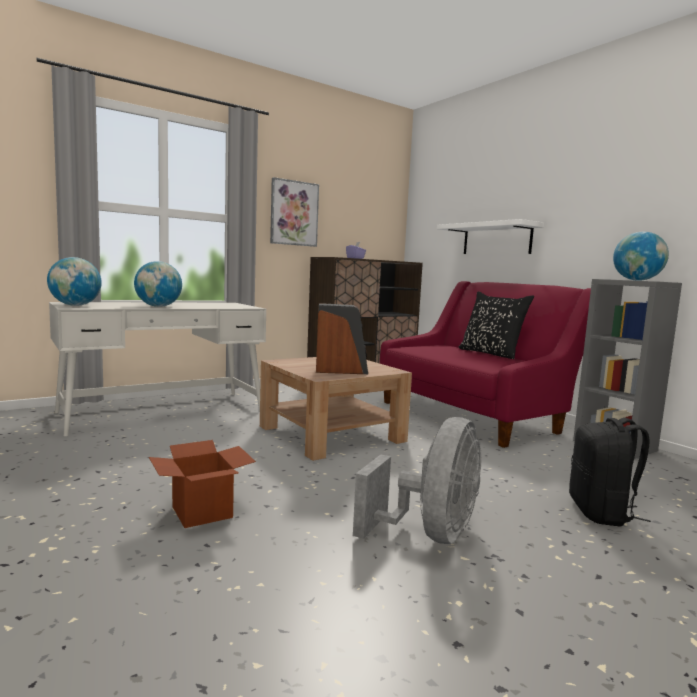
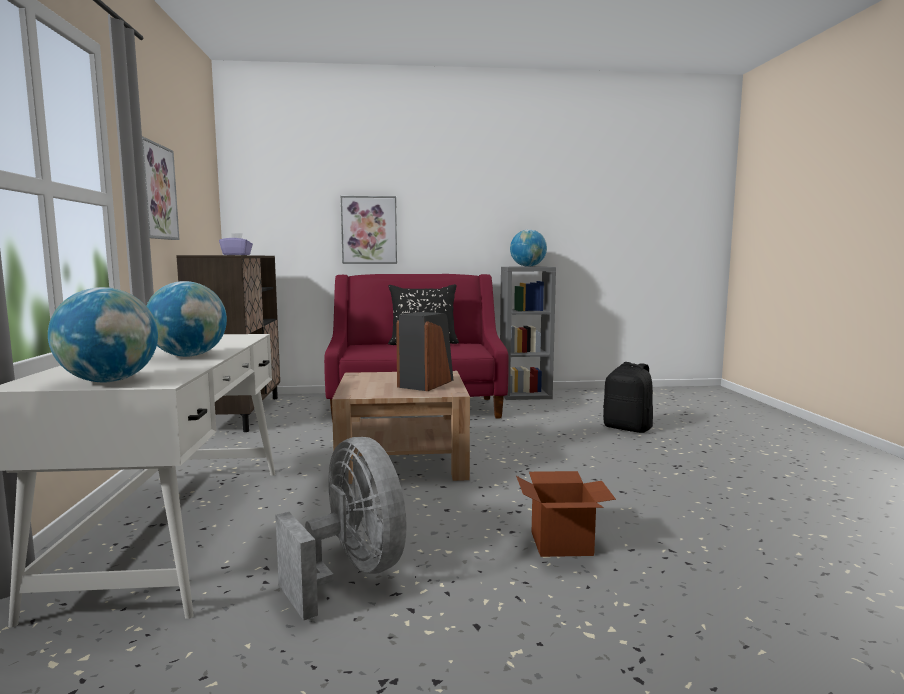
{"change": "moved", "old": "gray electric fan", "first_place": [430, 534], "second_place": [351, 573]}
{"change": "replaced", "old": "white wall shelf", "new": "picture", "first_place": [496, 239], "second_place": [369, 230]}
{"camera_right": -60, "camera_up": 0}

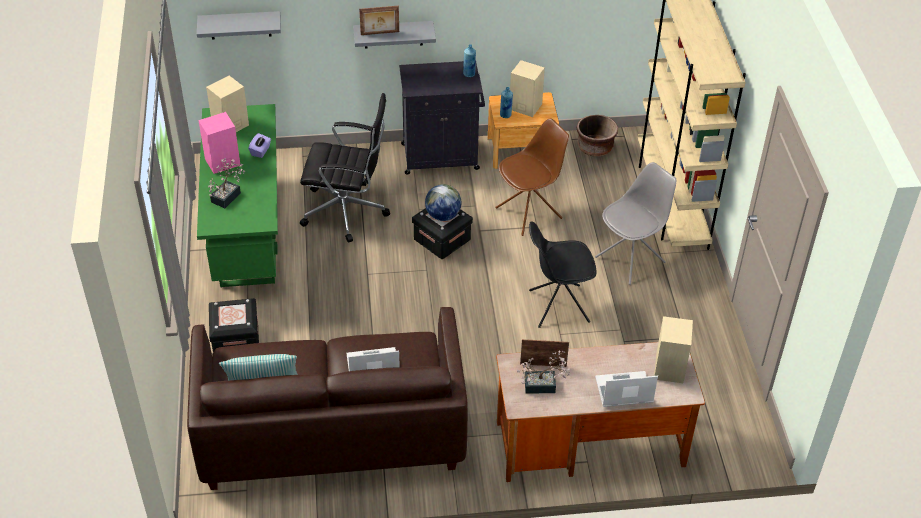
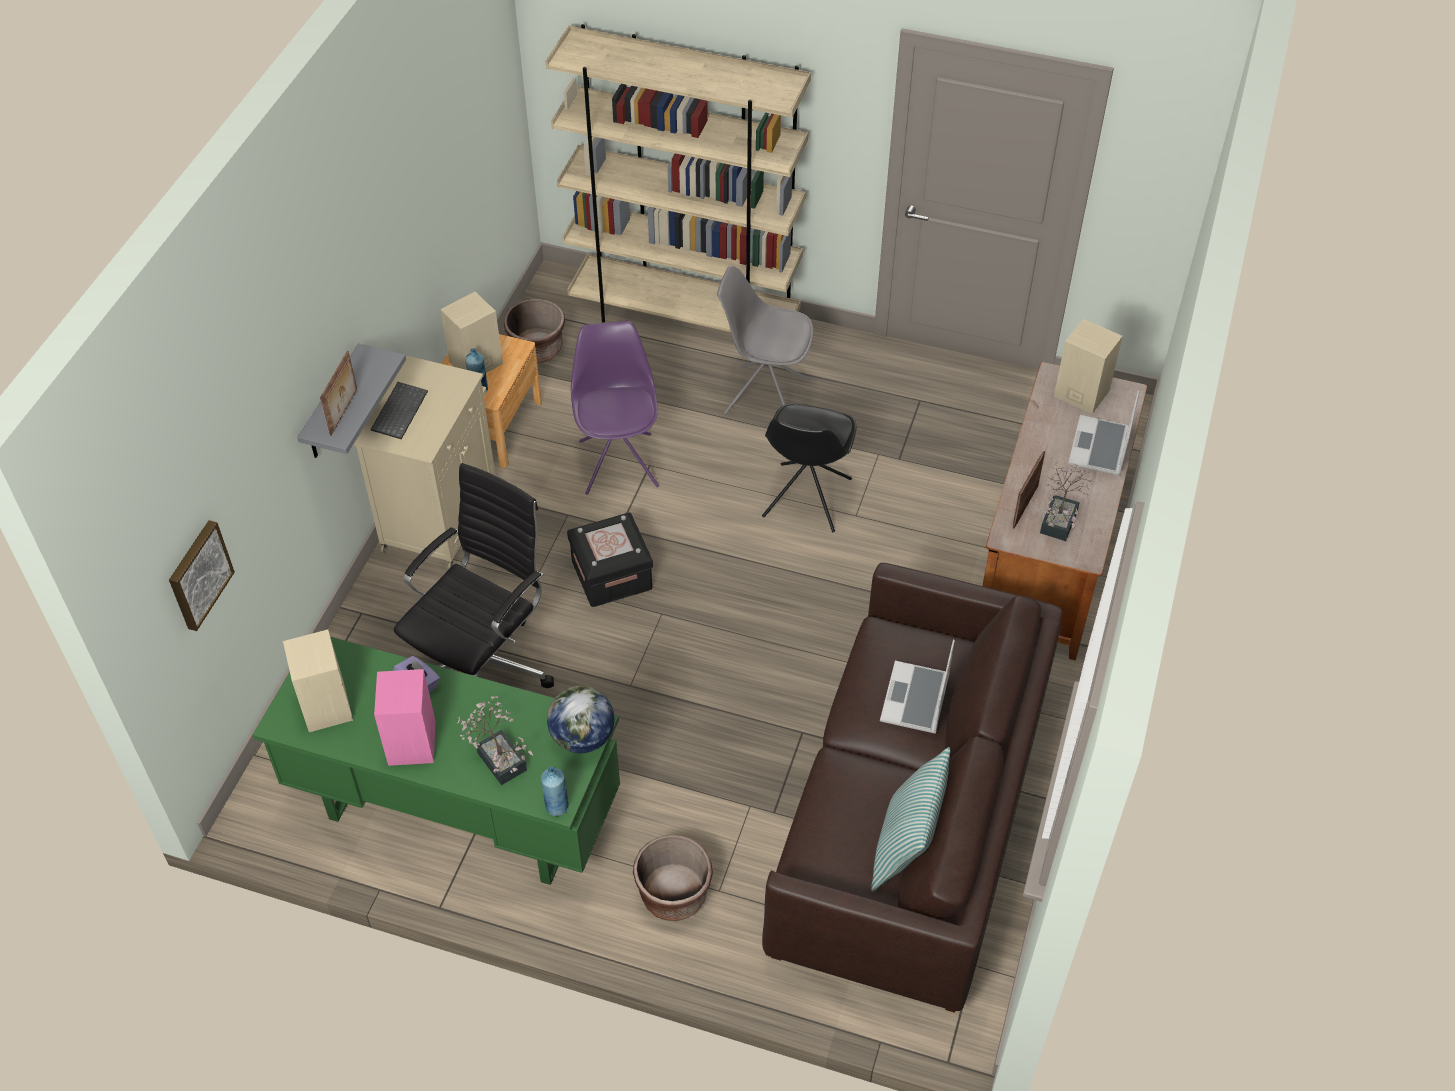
{"change": "added", "new": "computer keyboard", "second_place": [399, 411]}
{"change": "moved", "old": "world globe", "first_place": [443, 215], "second_place": [582, 738]}
{"change": "moved", "old": "bluish bottle", "first_place": [469, 74], "second_place": [557, 806]}
{"change": "replaced", "old": "gray wall shelf", "new": "picture", "first_place": [240, 25], "second_place": [198, 574]}
{"change": "replaced", "old": "black-coloured storage box", "new": "brown-coloured flower pot", "first_place": [236, 339], "second_place": [673, 894]}
{"change": "recoloured", "old": "black-coloured cabinet", "new": "sand-coloured cabinet", "first_place": [442, 156], "second_place": [441, 516]}
{"change": "recoloured", "old": "brown-coloured upright chair", "new": "purple upright chair", "first_place": [530, 213], "second_place": [618, 462]}
{"change": "turned", "old": "gray upright chair", "first_place": [631, 259], "second_place": [764, 396], "degrees": -60}
{"camera_right": -65, "camera_up": 5}

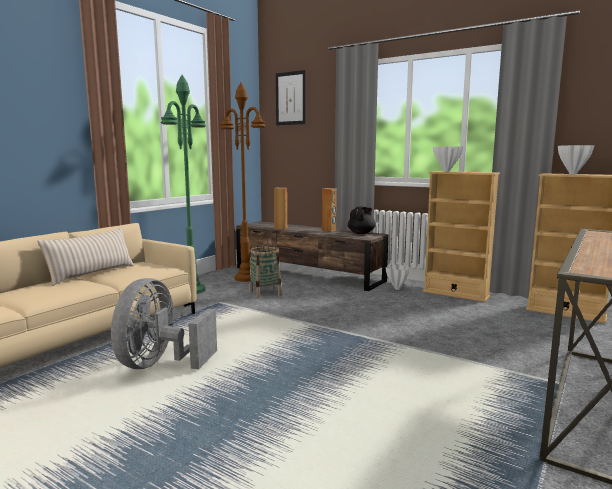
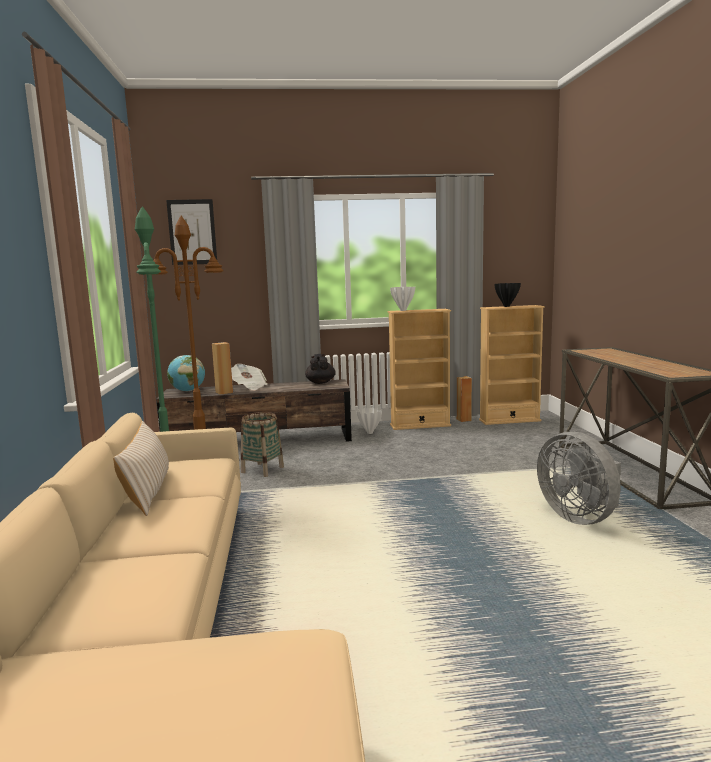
{"change": "added", "new": "world globe", "second_place": [187, 391]}
{"change": "added", "new": "daily paper", "second_place": [249, 387]}
{"change": "moved", "old": "gray electric fan", "first_place": [160, 364], "second_place": [580, 517]}
{"change": "moved", "old": "brown-coloured speaker", "first_place": [329, 230], "second_place": [464, 420]}
{"change": "recoloured", "old": "white flower vase", "new": "black-coloured flower vase", "first_place": [572, 174], "second_place": [506, 306]}
{"camera_right": -40, "camera_up": 0}

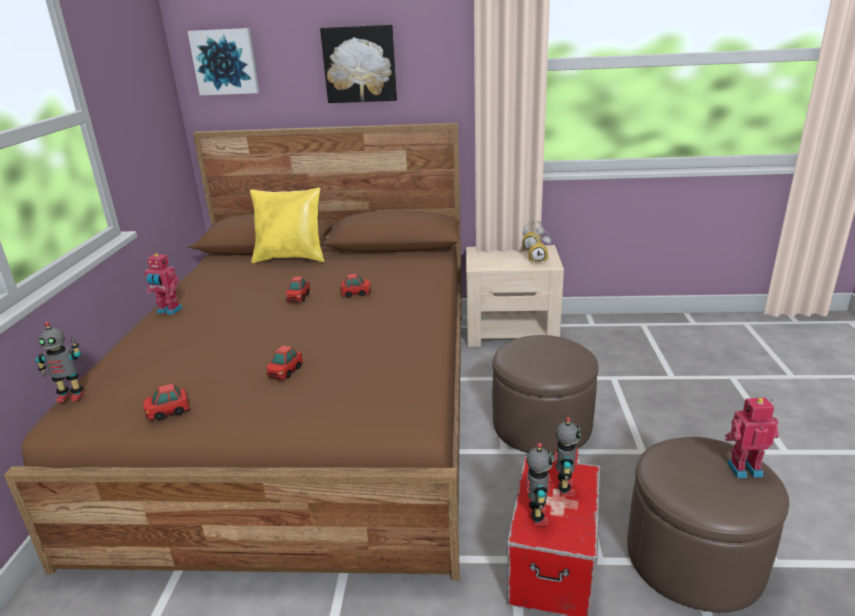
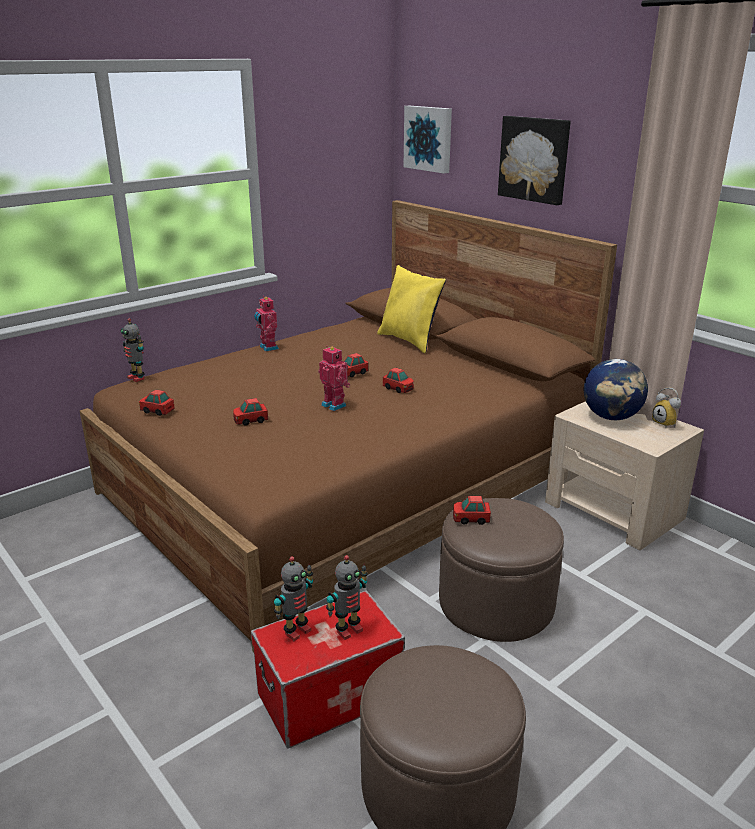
{"change": "removed", "old": "alarm clock", "first_place": [538, 261]}
{"change": "added", "new": "miniature car", "second_place": [470, 519]}
{"change": "added", "new": "world globe", "second_place": [611, 417]}
{"change": "moved", "old": "model robot", "first_place": [743, 468], "second_place": [335, 405]}
{"camera_right": 45, "camera_up": 0}

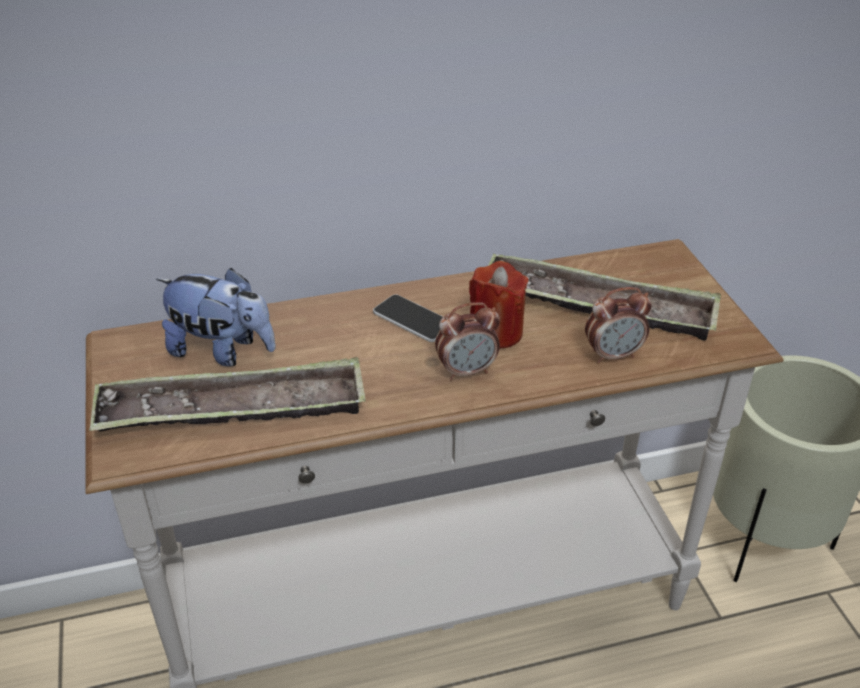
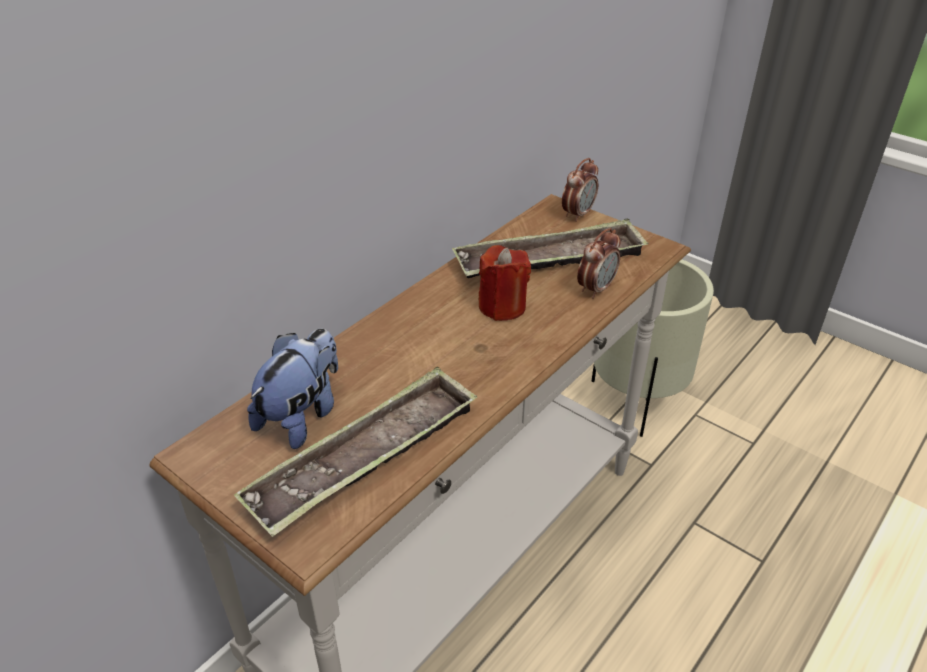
{"change": "removed", "old": "telephone", "first_place": [413, 319]}
{"change": "moved", "old": "alarm clock", "first_place": [467, 371], "second_place": [578, 214]}
{"change": "turned", "old": "plush toy", "first_place": [222, 351], "second_place": [302, 415], "degrees": -45}
{"camera_right": -35, "camera_up": 0}

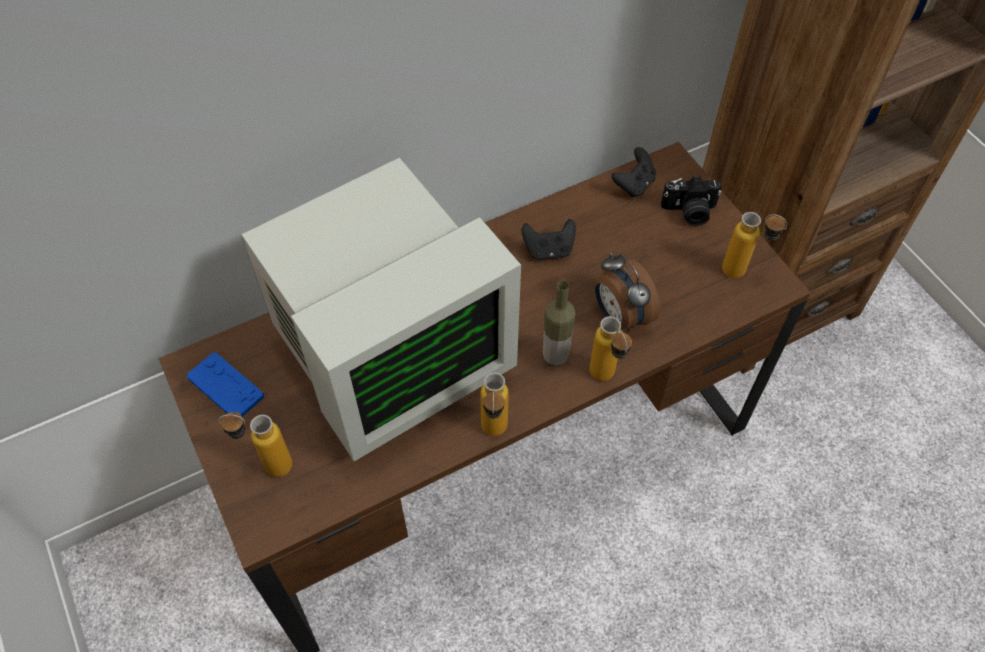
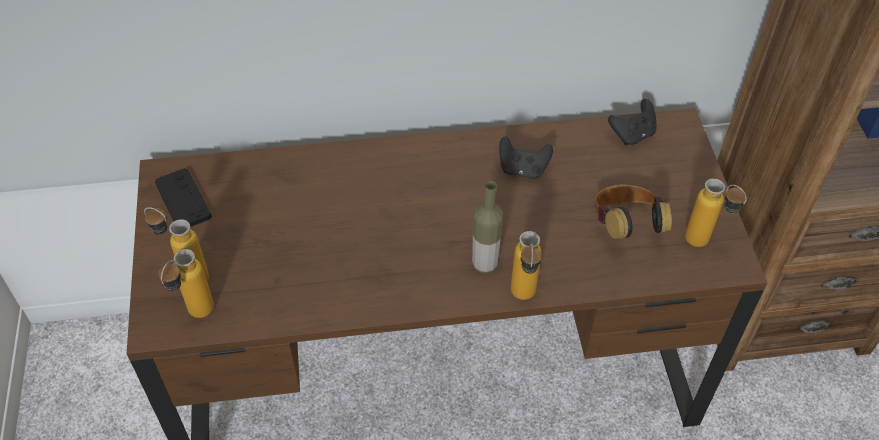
{"change": "removed", "old": "monitor", "first_place": [389, 358]}
{"change": "removed", "old": "alarm clock", "first_place": [620, 316]}
{"change": "removed", "old": "photo camera", "first_place": [689, 212]}
{"change": "added", "new": "pair of headphones", "second_place": [625, 226]}
{"change": "moved", "old": "bottle", "first_place": [494, 435], "second_place": [195, 316]}
{"change": "recoloured", "old": "bluish joypad", "new": "black-coloured joypad", "first_place": [225, 387], "second_place": [183, 200]}
{"camera_right": 20, "camera_up": -5}

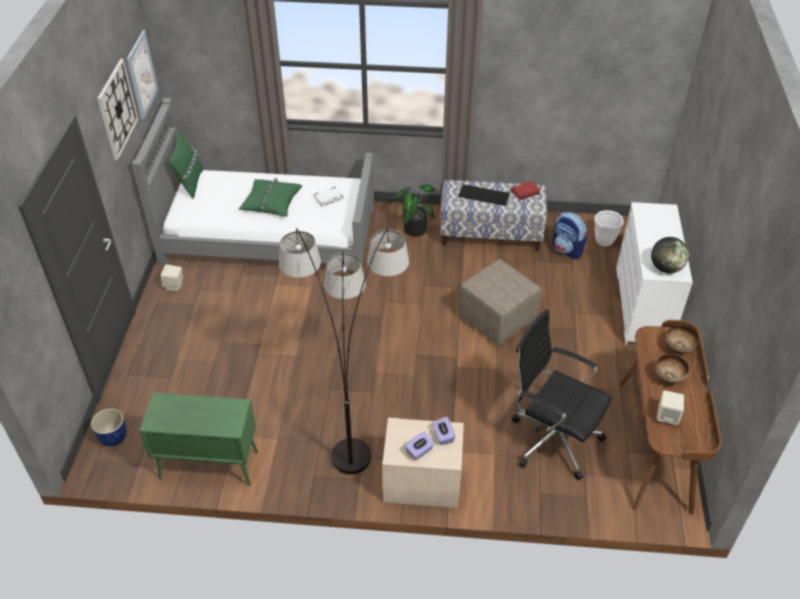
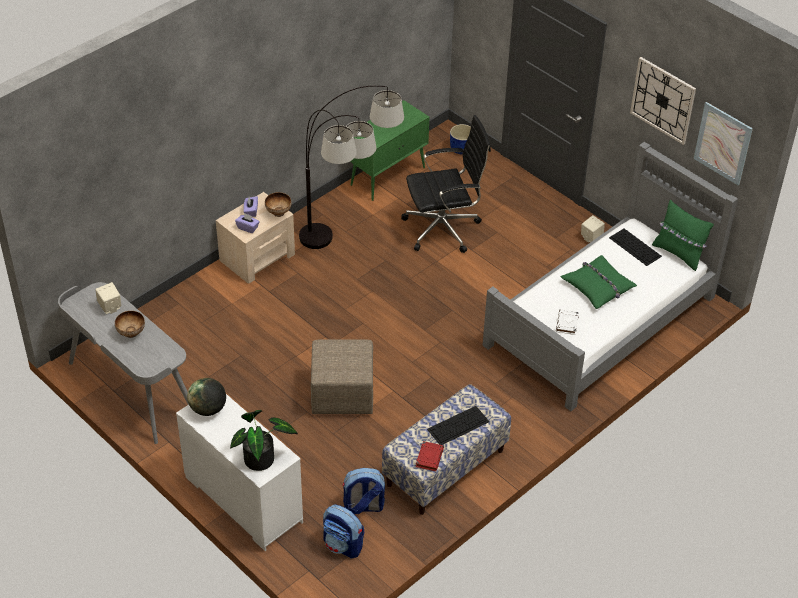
{"change": "added", "new": "computer keyboard", "second_place": [635, 247]}
{"change": "moved", "old": "potted plant", "first_place": [414, 227], "second_place": [262, 460]}
{"change": "moved", "old": "black-coloured office chair", "first_place": [552, 439], "second_place": [444, 228]}
{"change": "moved", "old": "bowl", "first_place": [678, 349], "second_place": [278, 212]}
{"change": "replaced", "old": "white flower pot", "new": "knapsack", "first_place": [604, 241], "second_place": [343, 545]}
{"change": "recoloured", "old": "brown-coloured desk table", "new": "gray desk table", "first_place": [655, 444], "second_place": [131, 389]}
{"camera_right": 130, "camera_up": 0}

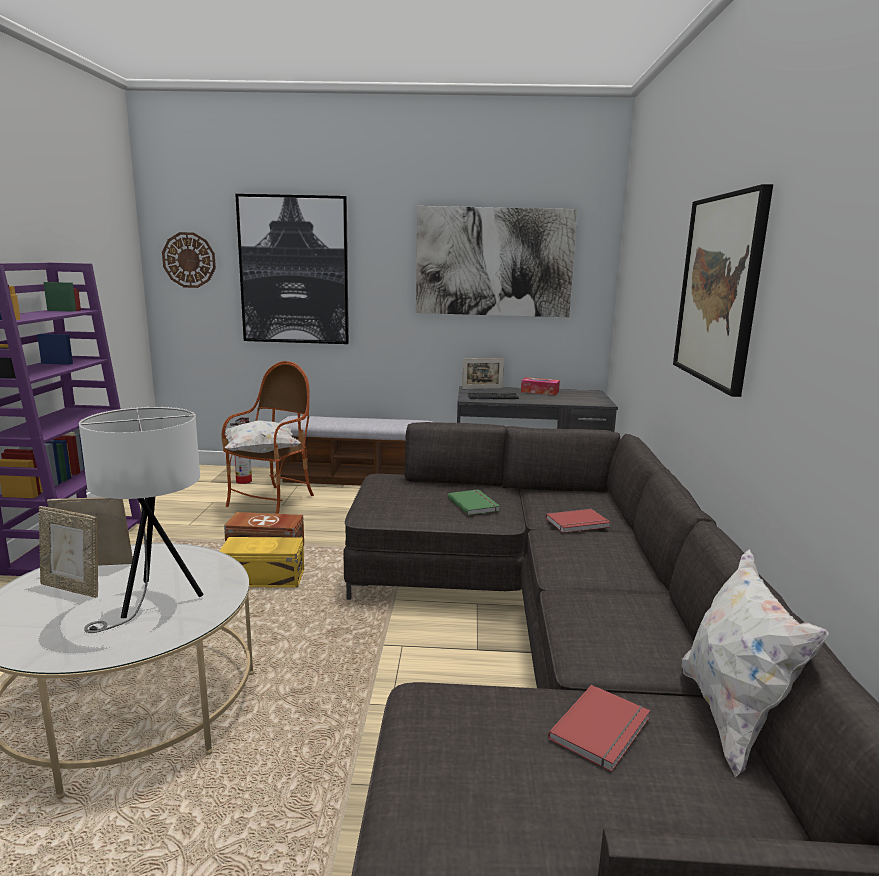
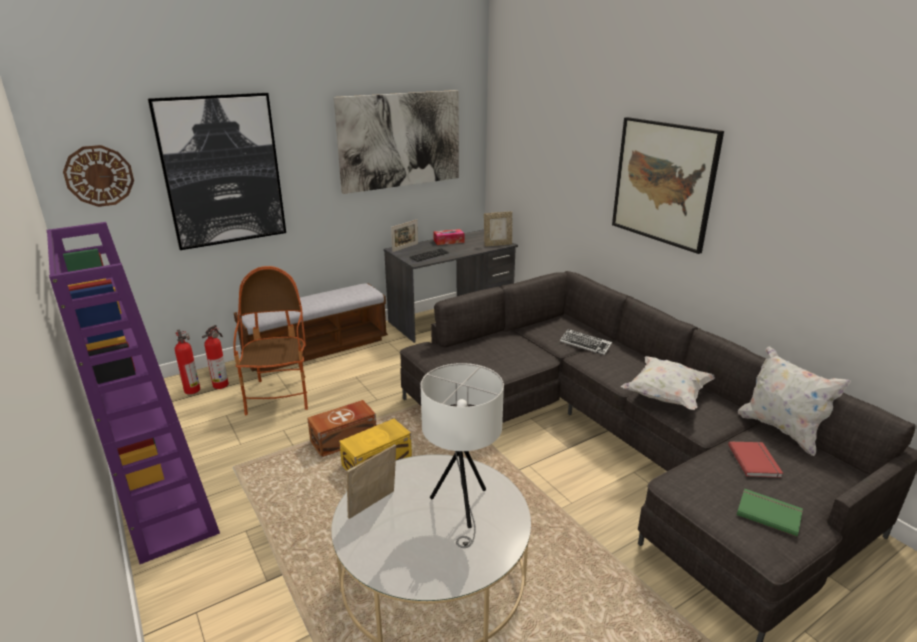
{"change": "added", "new": "fire-fighting cylinder", "second_place": [192, 389]}
{"change": "moved", "old": "standing frame", "first_place": [73, 588], "second_place": [497, 244]}
{"change": "moved", "old": "white cushion", "first_place": [260, 452], "second_place": [666, 396]}
{"change": "moved", "old": "green bound book", "first_place": [474, 504], "second_place": [768, 512]}
{"change": "replaced", "old": "reddish bound book", "new": "computer keyboard", "first_place": [578, 523], "second_place": [585, 345]}
{"camera_right": -35, "camera_up": 10}

